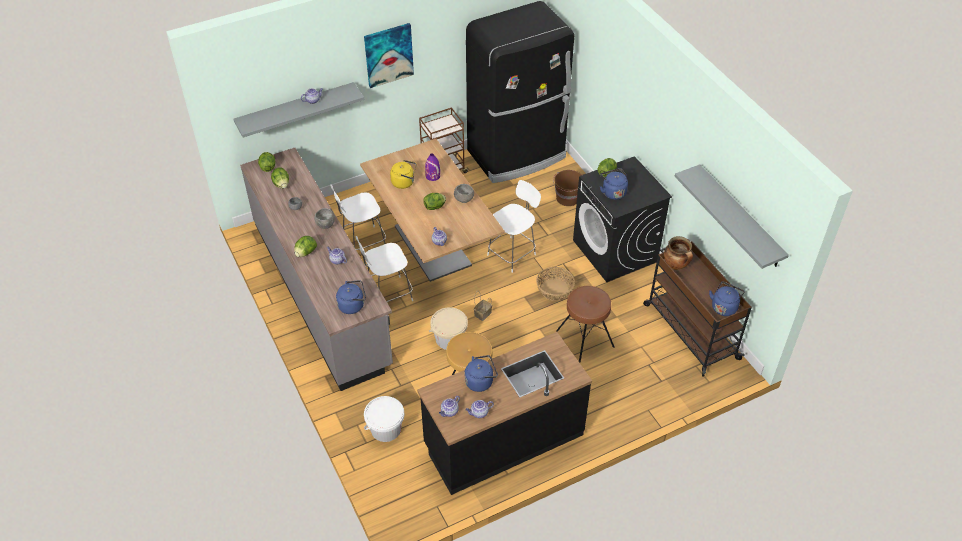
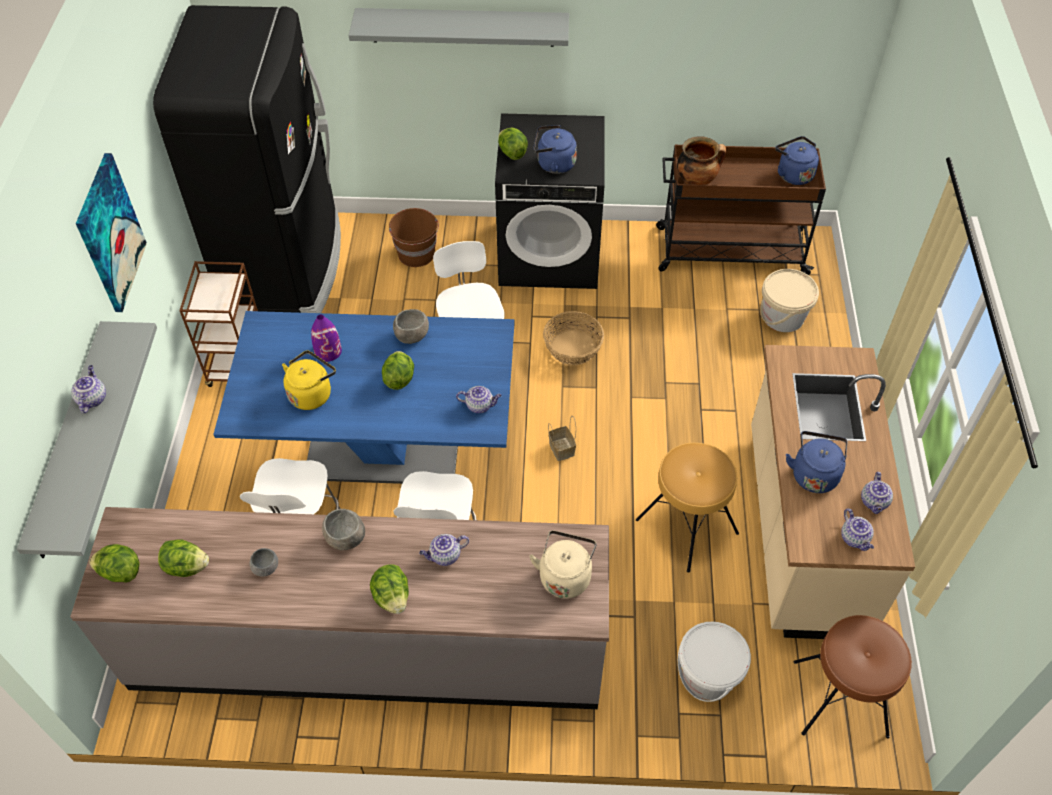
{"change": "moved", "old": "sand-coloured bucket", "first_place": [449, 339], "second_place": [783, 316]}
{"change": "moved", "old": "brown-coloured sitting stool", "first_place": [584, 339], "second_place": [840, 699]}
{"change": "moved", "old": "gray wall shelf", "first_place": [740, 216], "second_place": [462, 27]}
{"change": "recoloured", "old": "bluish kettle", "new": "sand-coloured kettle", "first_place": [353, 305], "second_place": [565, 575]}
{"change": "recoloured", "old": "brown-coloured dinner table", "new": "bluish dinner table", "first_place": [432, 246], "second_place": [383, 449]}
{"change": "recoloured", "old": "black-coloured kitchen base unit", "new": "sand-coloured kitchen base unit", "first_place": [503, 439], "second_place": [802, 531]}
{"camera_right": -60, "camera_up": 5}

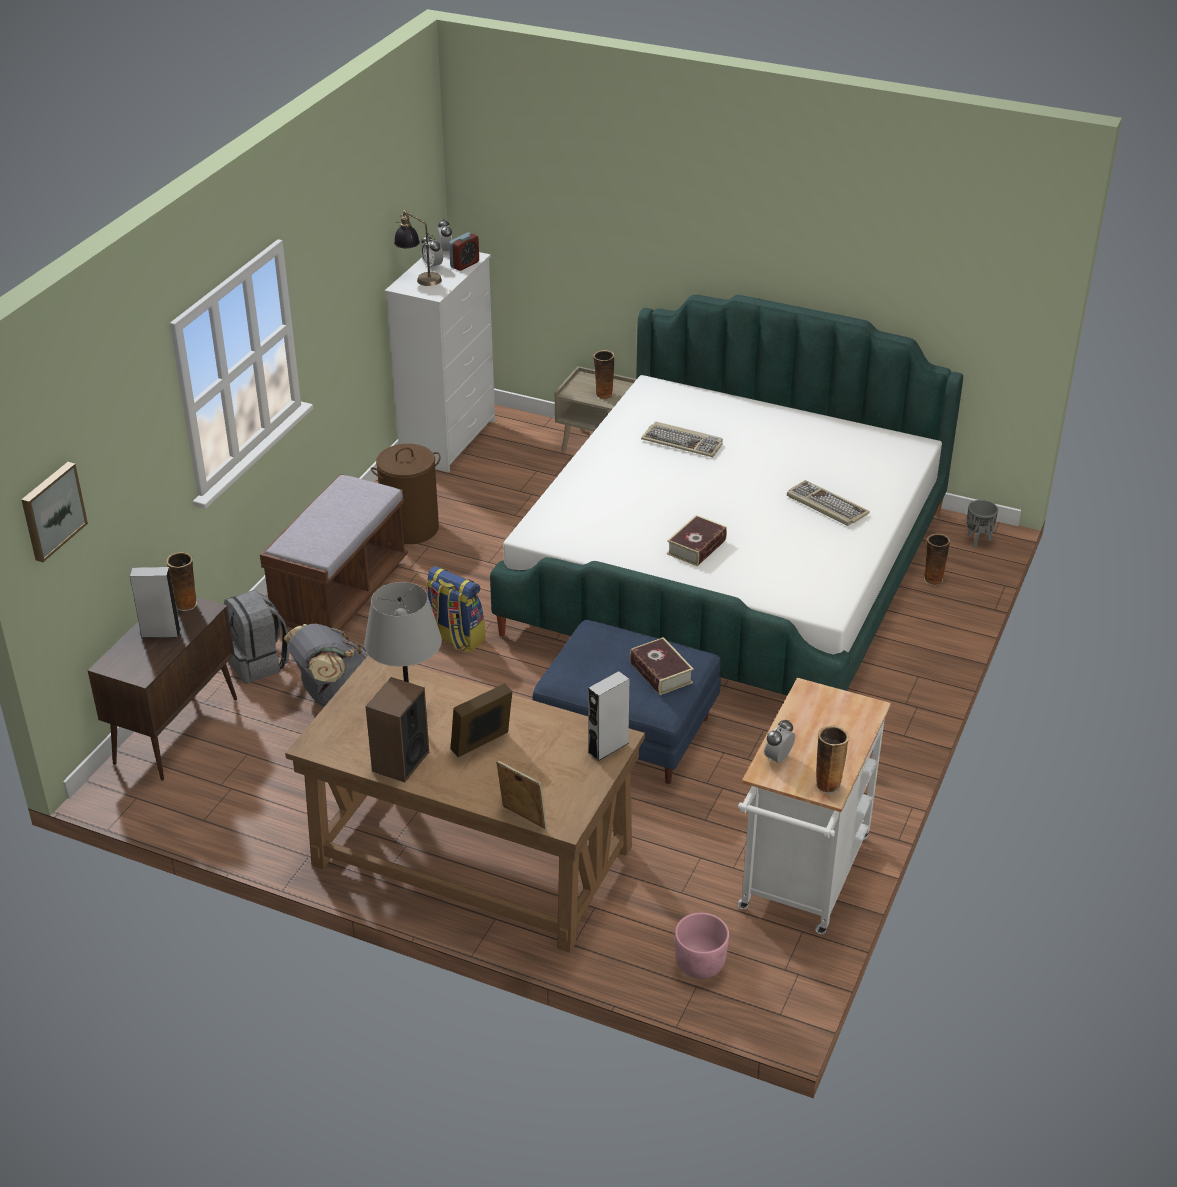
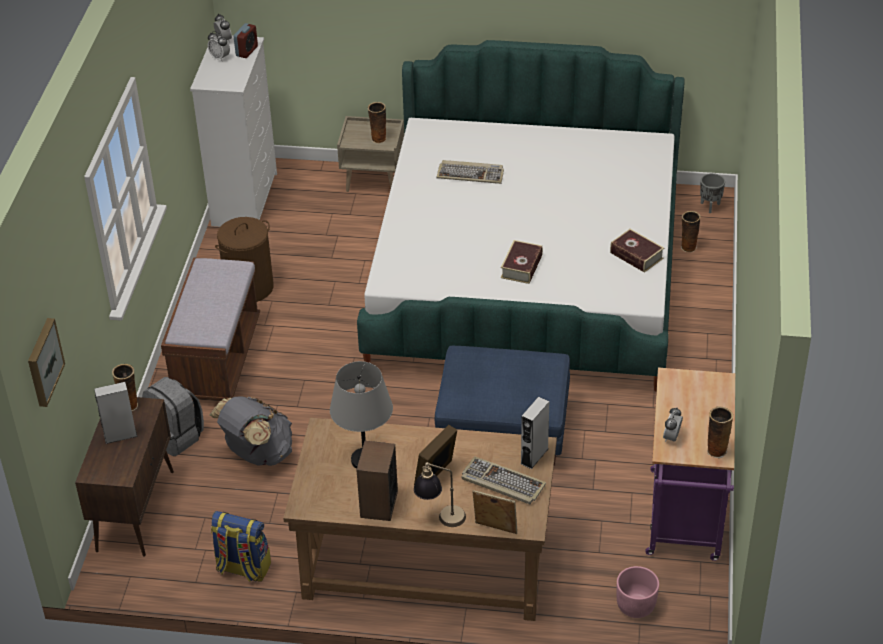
{"change": "moved", "old": "table lamp", "first_place": [419, 278], "second_place": [440, 517]}
{"change": "moved", "old": "knapsack", "first_place": [455, 638], "second_place": [242, 568]}
{"change": "moved", "old": "bound book", "first_place": [661, 673], "second_place": [636, 255]}
{"change": "moved", "old": "computer keyboard", "first_place": [825, 505], "second_place": [501, 483]}
{"change": "recoloured", "old": "white trolley", "new": "purple trolley", "first_place": [801, 881], "second_place": [684, 521]}
{"camera_right": -15, "camera_up": 5}

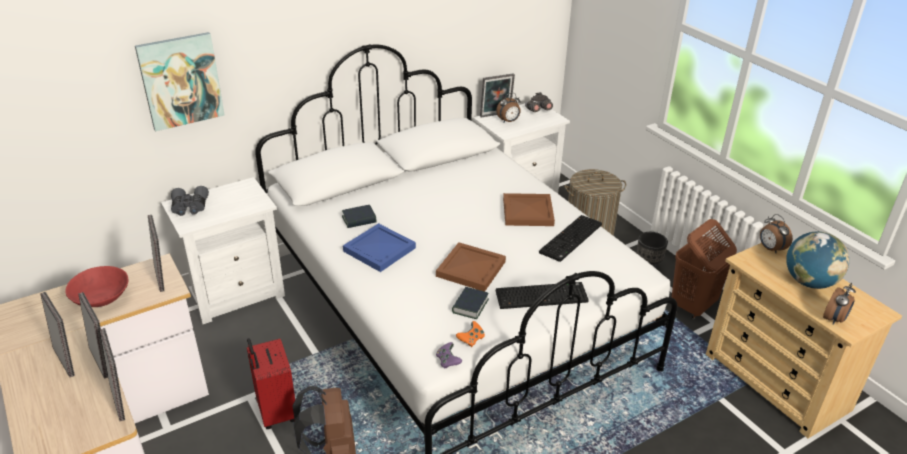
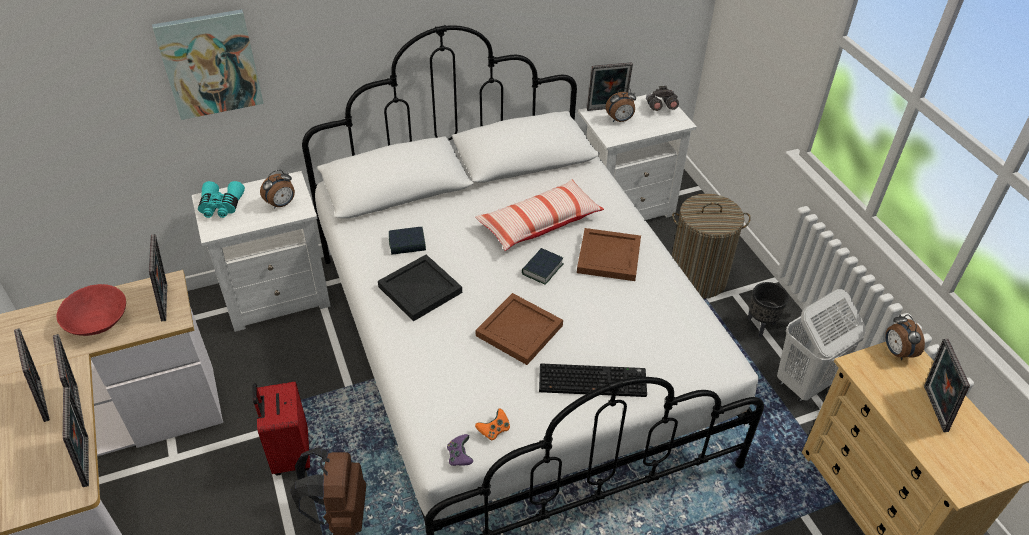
{"change": "removed", "old": "computer keyboard", "first_place": [571, 240]}
{"change": "added", "new": "cushion", "second_place": [539, 223]}
{"change": "moved", "old": "bound book", "first_place": [470, 306], "second_place": [542, 269]}
{"change": "moved", "old": "alarm clock", "first_place": [834, 319], "second_place": [281, 204]}
{"change": "replaced", "old": "world globe", "new": "standing frame", "first_place": [809, 282], "second_place": [932, 408]}
{"change": "recoloured", "old": "gray binoculars", "new": "turquoise binoculars", "first_place": [190, 207], "second_place": [221, 206]}
{"change": "recoloured", "old": "bluish tray", "new": "black-coloured tray", "first_place": [379, 250], "second_place": [420, 290]}
{"change": "recoloured", "old": "brown-coloured washing basket", "new": "white washing basket", "first_place": [692, 306], "second_place": [804, 383]}
{"camera_right": 10, "camera_up": 10}

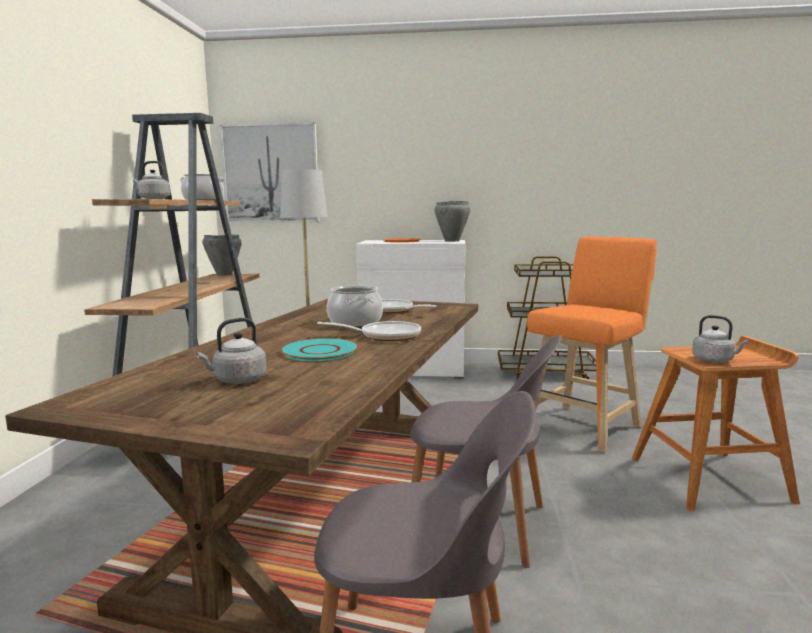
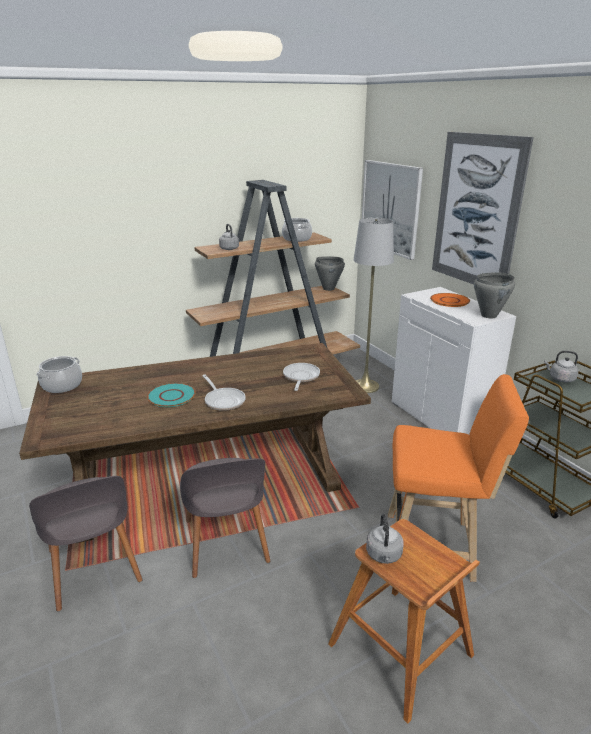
{"change": "added", "new": "picture", "second_place": [477, 211]}
{"change": "moved", "old": "gray kettle", "first_place": [237, 380], "second_place": [560, 379]}
{"change": "moved", "old": "cooking pot", "first_place": [354, 322], "second_place": [62, 385]}
{"camera_right": 55, "camera_up": 15}

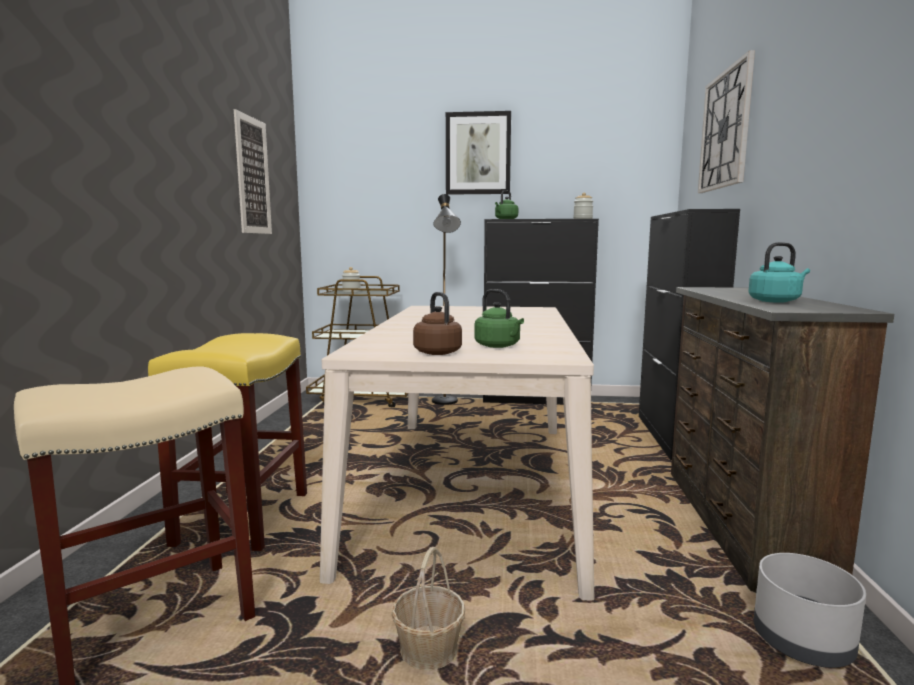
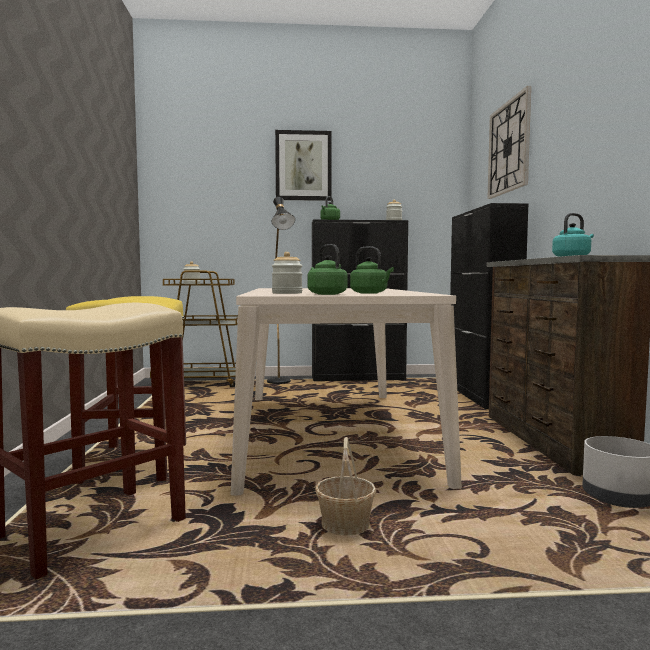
{"change": "removed", "old": "picture", "first_place": [253, 176]}
{"change": "added", "new": "jar", "second_place": [287, 293]}
{"change": "recoloured", "old": "brown-coloured kettle", "new": "green kettle", "first_place": [436, 352], "second_place": [326, 294]}
{"camera_right": -10, "camera_up": -5}

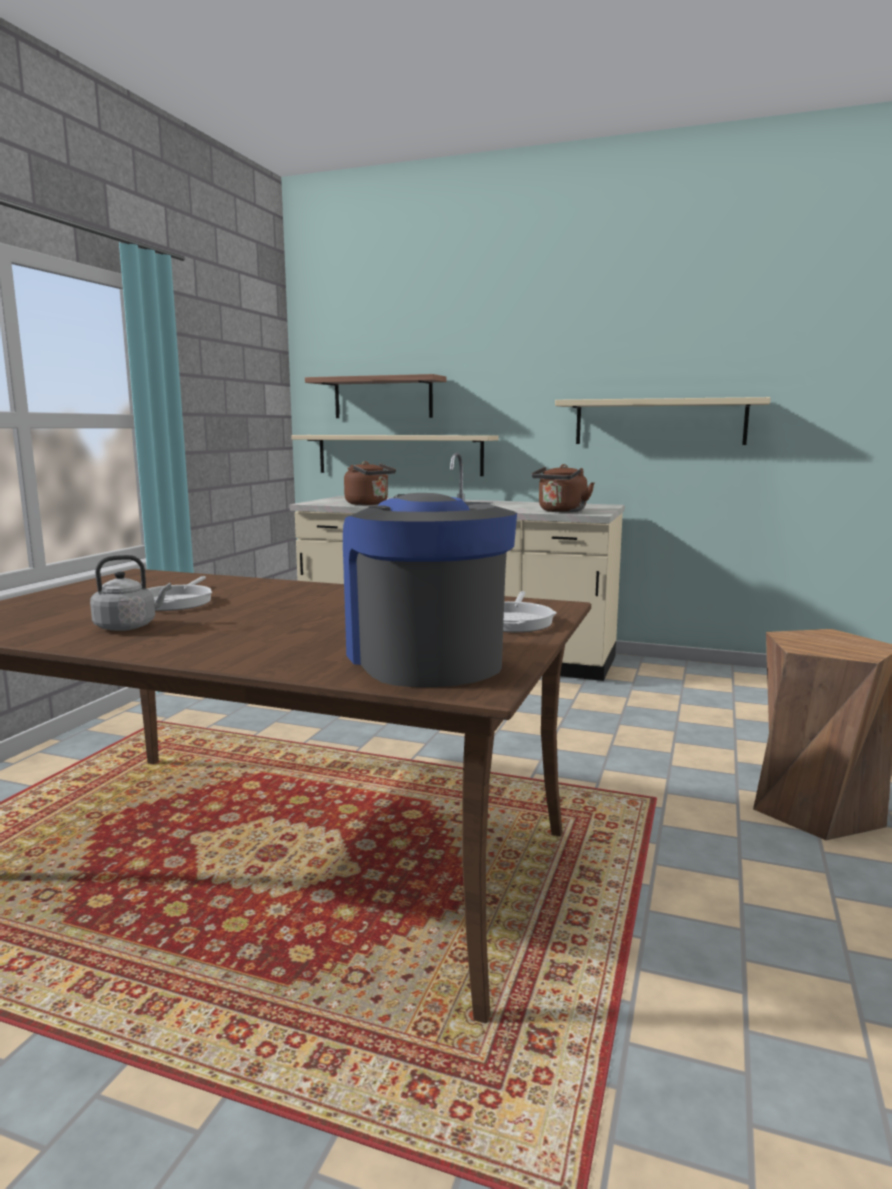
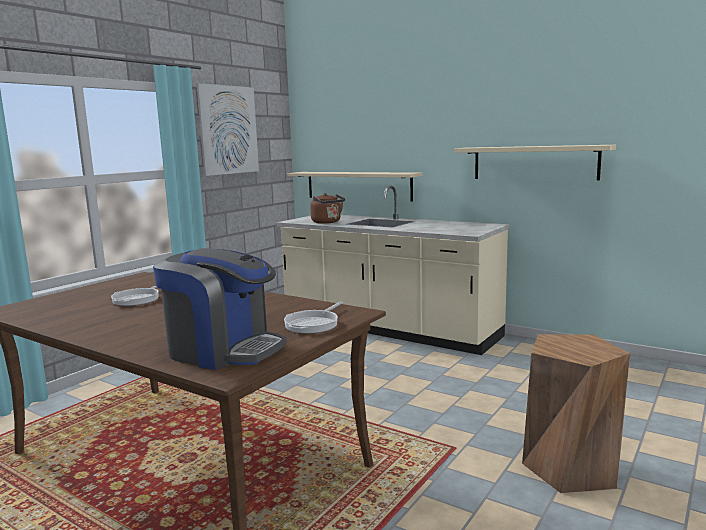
{"change": "removed", "old": "gray kettle", "first_place": [129, 626]}
{"change": "removed", "old": "wall shelf", "first_place": [383, 398]}
{"change": "removed", "old": "brown-coloured kettle", "first_place": [561, 511]}
{"change": "added", "new": "picture", "second_place": [228, 130]}
{"change": "turned", "old": "coffee maker", "first_place": [423, 658], "second_place": [223, 350], "degrees": 120}
{"camera_right": 15, "camera_up": 0}

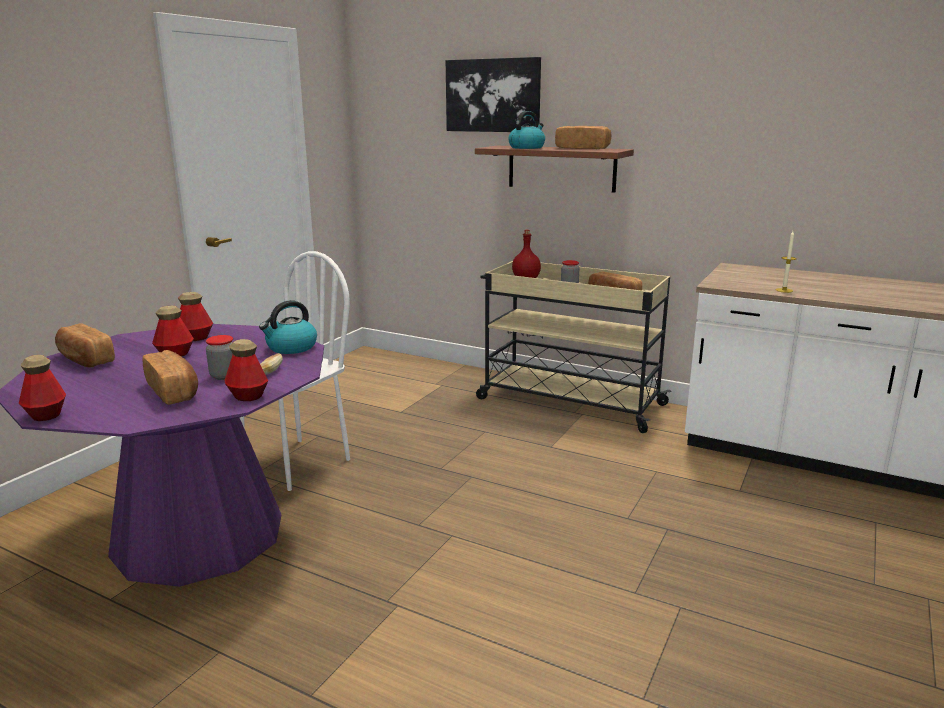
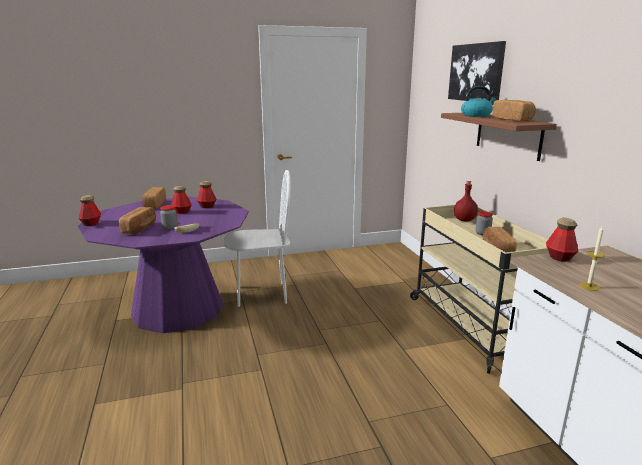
{"change": "removed", "old": "kettle", "first_place": [291, 348]}
{"change": "moved", "old": "bottle", "first_place": [248, 396], "second_place": [559, 257]}
{"camera_right": 45, "camera_up": 0}

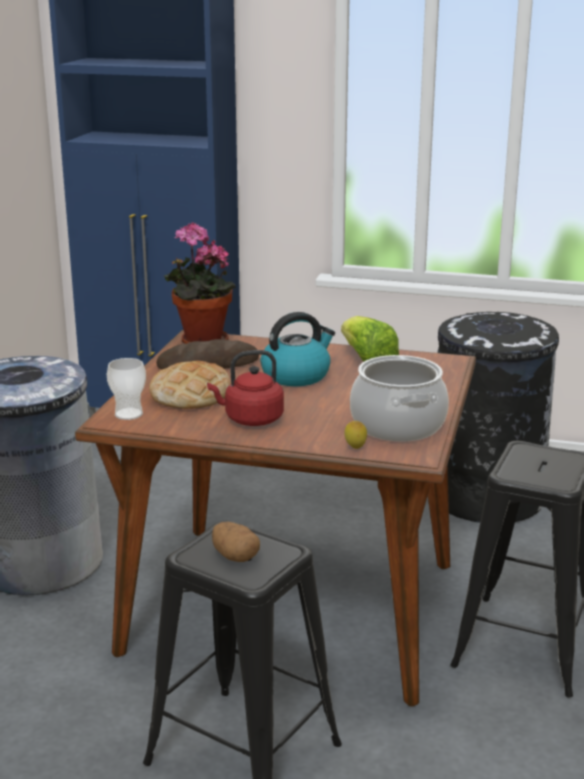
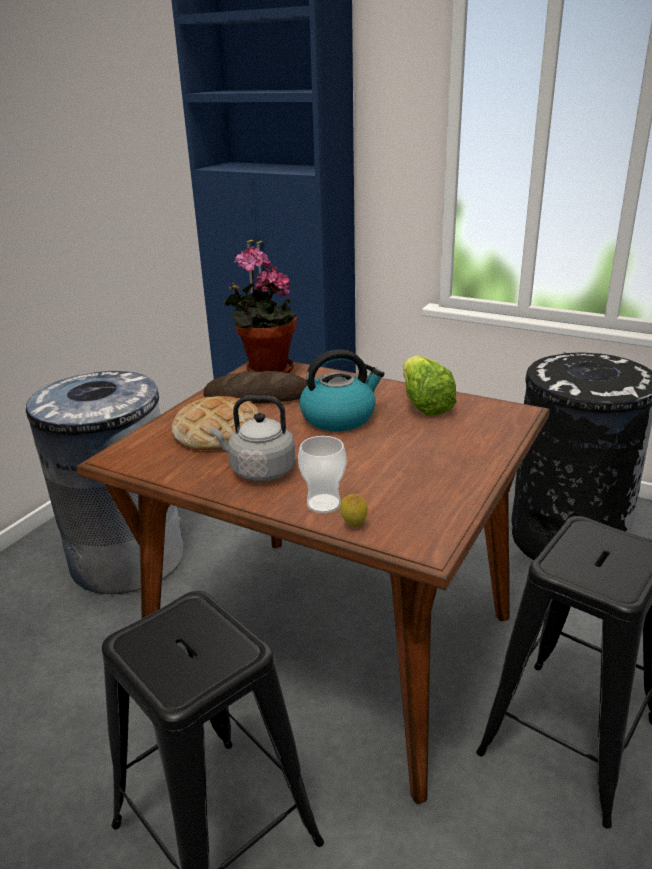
{"change": "removed", "old": "whole potato", "first_place": [235, 556]}
{"change": "removed", "old": "cooking pot", "first_place": [398, 425]}
{"change": "moved", "old": "small cup", "first_place": [128, 414], "second_place": [323, 504]}
{"change": "recoloured", "old": "reddish kettle", "new": "gray kettle", "first_place": [250, 419], "second_place": [259, 470]}
{"camera_right": 15, "camera_up": 5}

